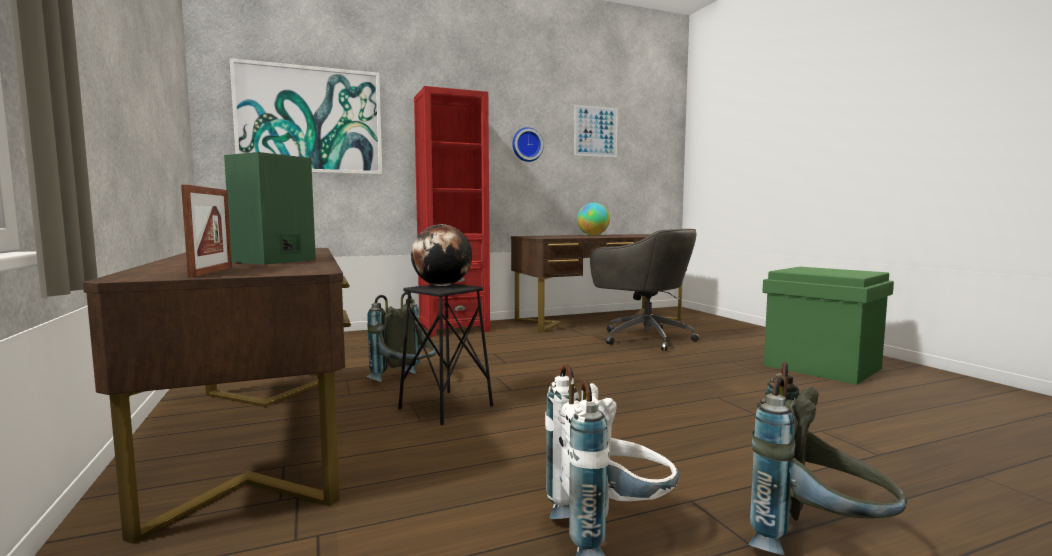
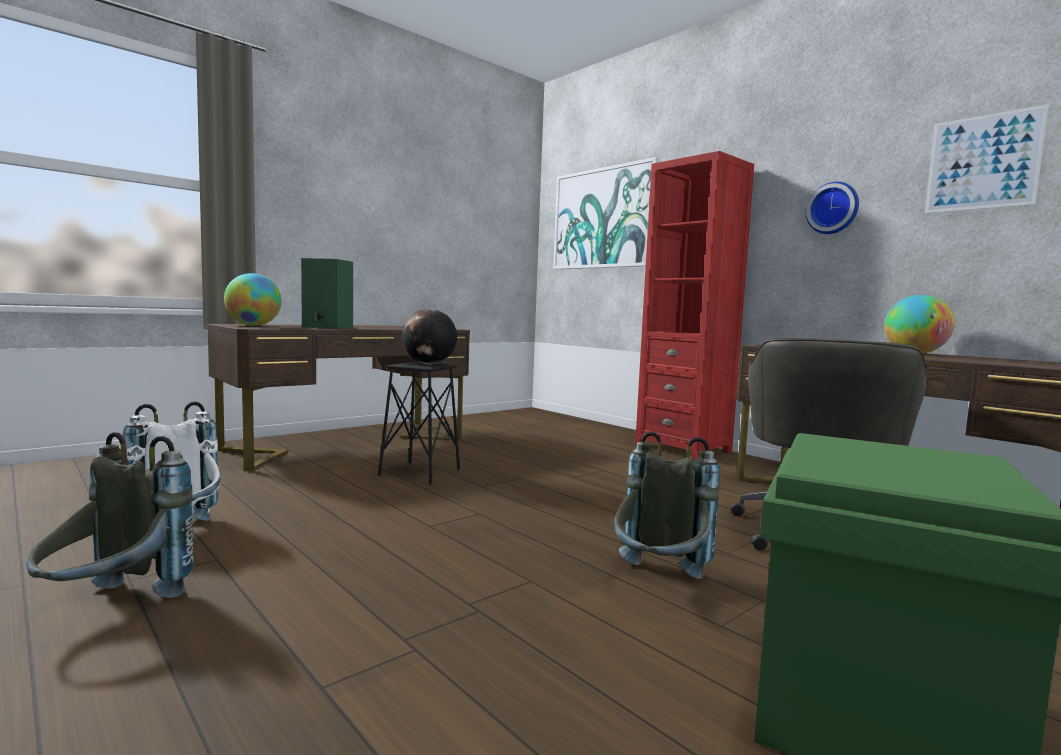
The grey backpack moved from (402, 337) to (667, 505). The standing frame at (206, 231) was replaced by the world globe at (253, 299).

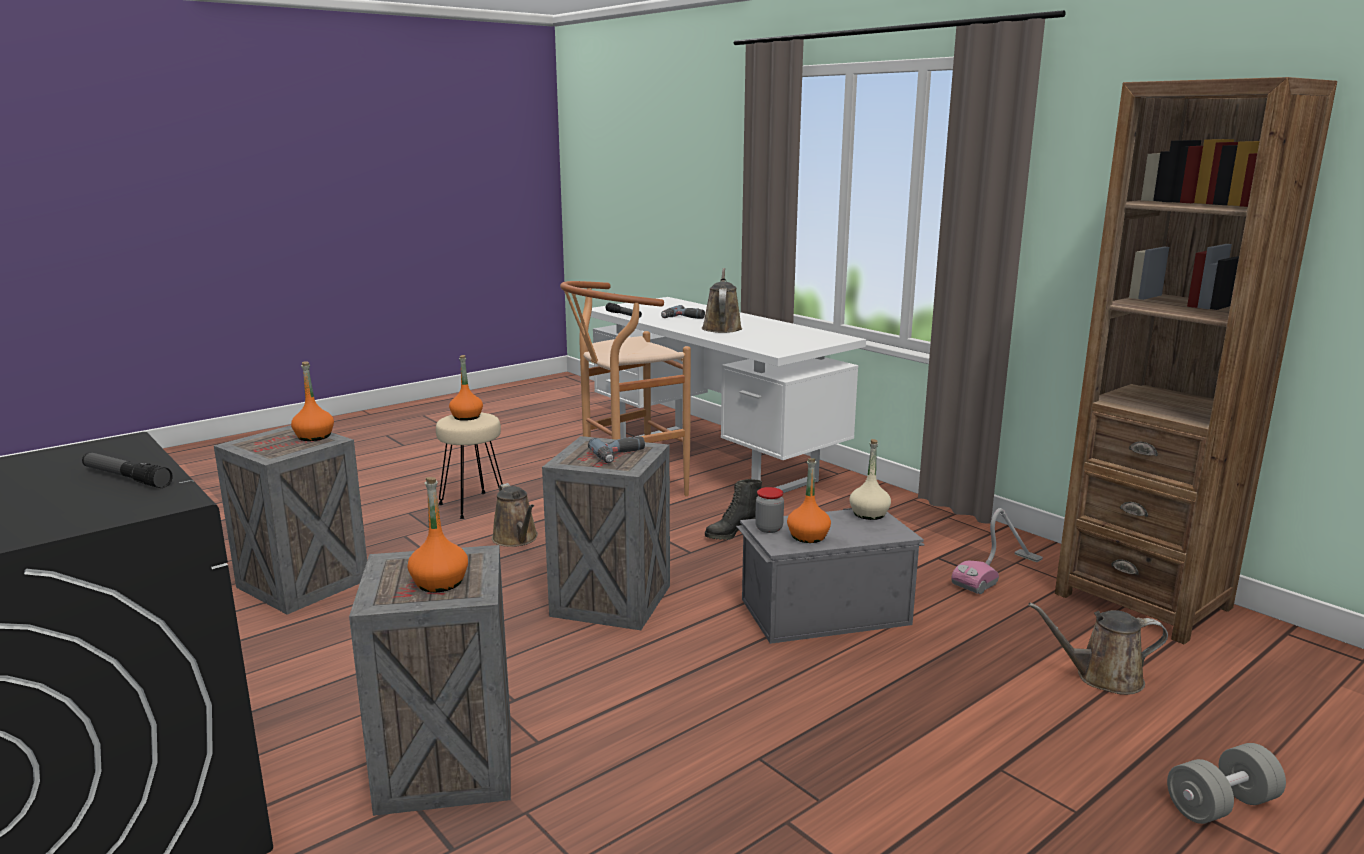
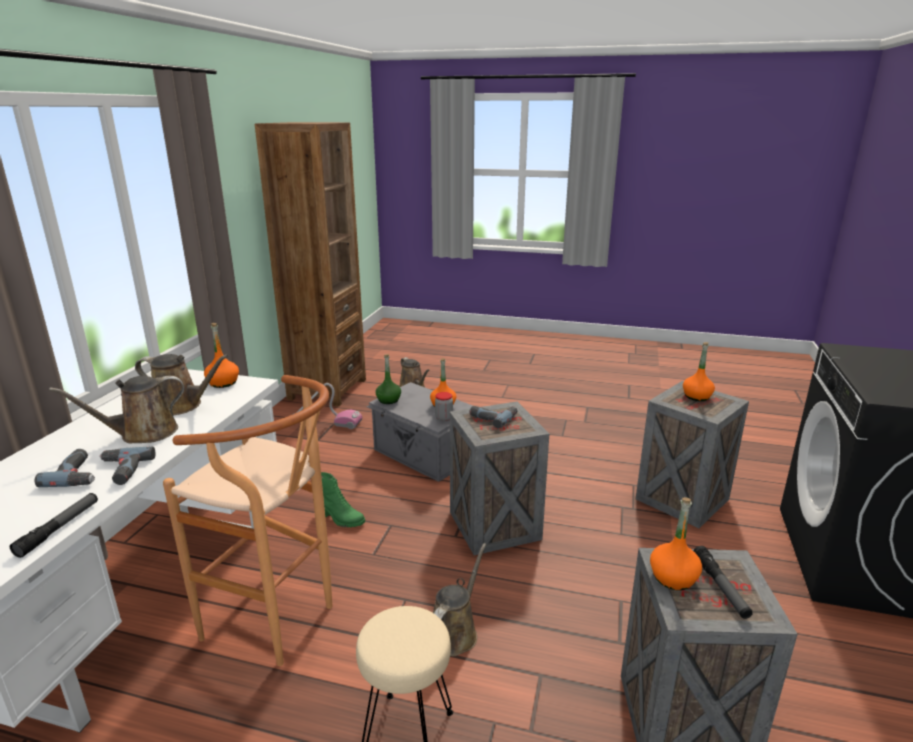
The grey hand weight at (1226, 783) disappeared. The drill at (127, 465) appeared. The brown sprinkling can at (182, 384) appeared. The hand torch moved from (127, 470) to (723, 582). The orangey bottle moved from (466, 388) to (221, 355). The black-coloured tall boot at (733, 509) became the green-coloured tall boot at (343, 499). The beige-coloured bottle at (870, 479) became the green-coloured bottle at (388, 379).

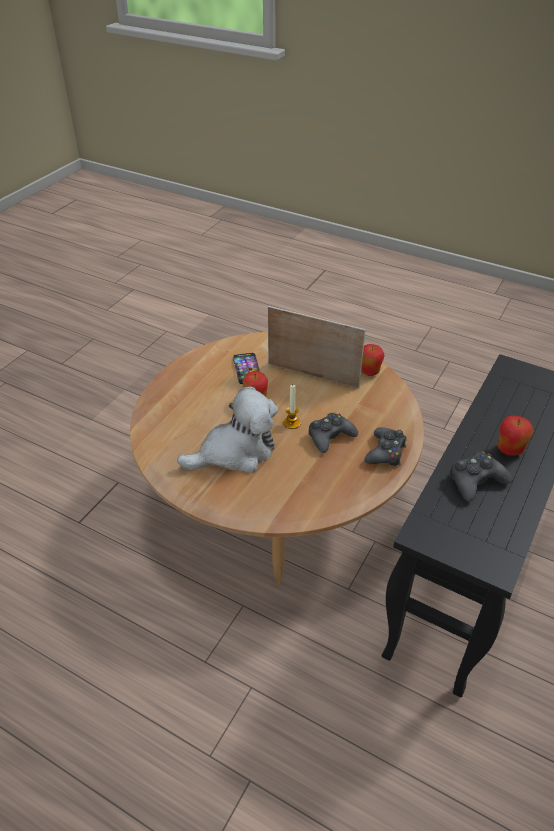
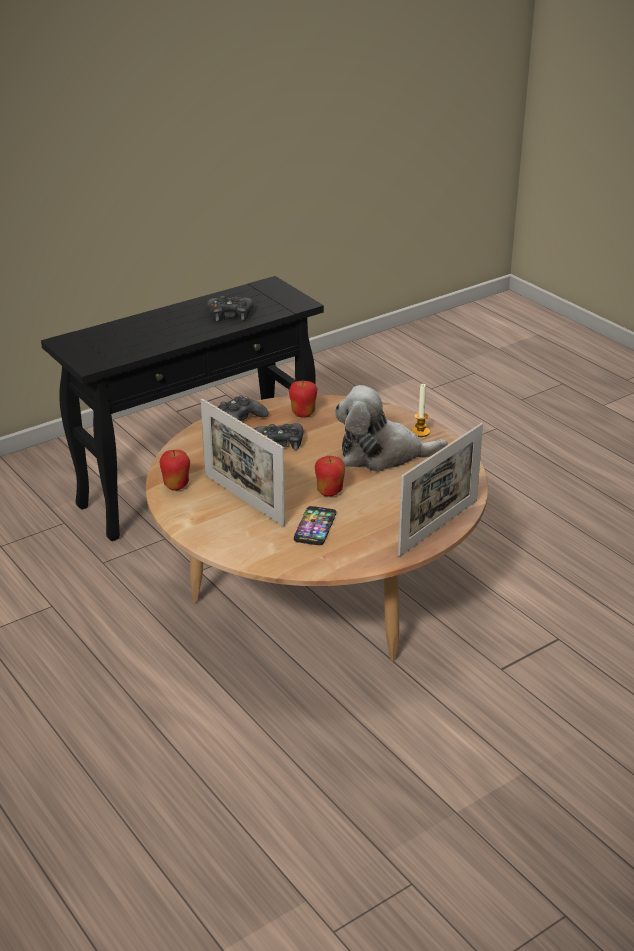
The standing frame at (440, 490) appeared. The candle moved from (292, 407) to (420, 410). The apple fruit moved from (516, 436) to (303, 399).

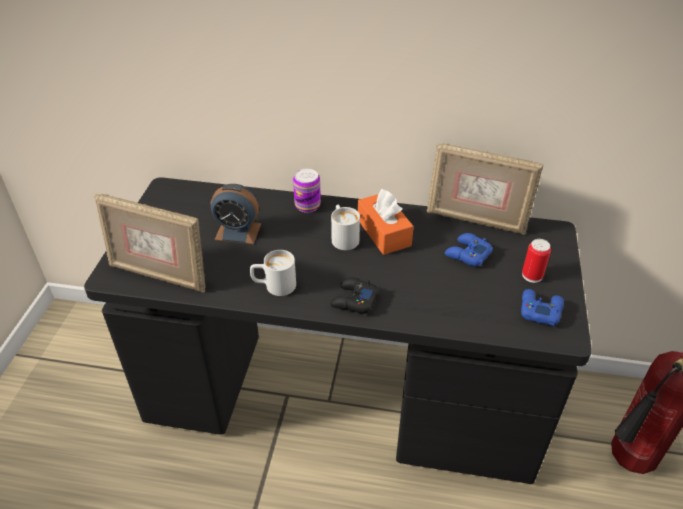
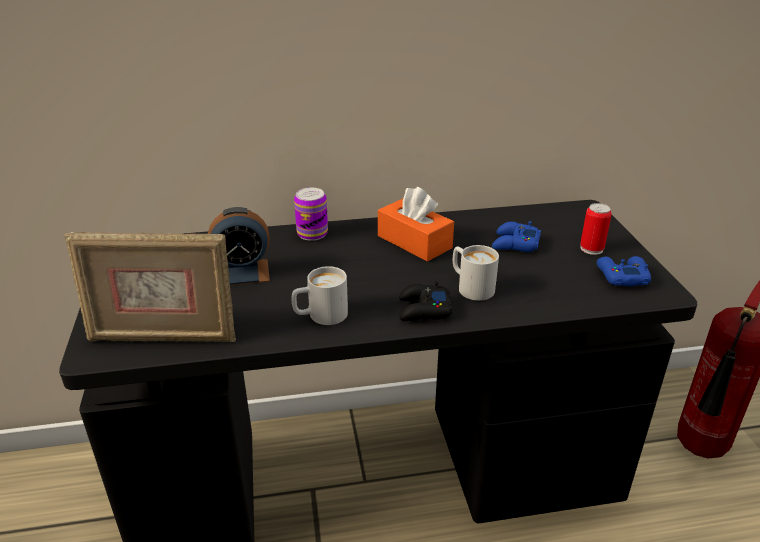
The standing frame at (485, 189) disappeared. The white-coloured mug moved from (345, 227) to (476, 273).

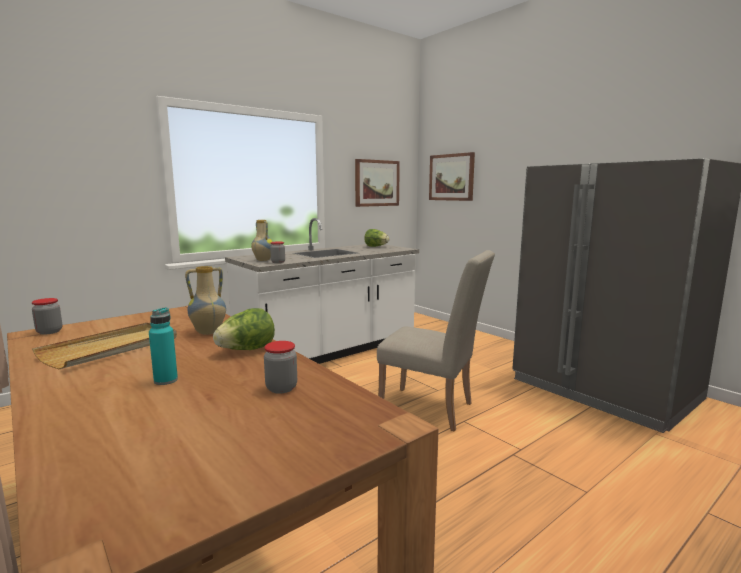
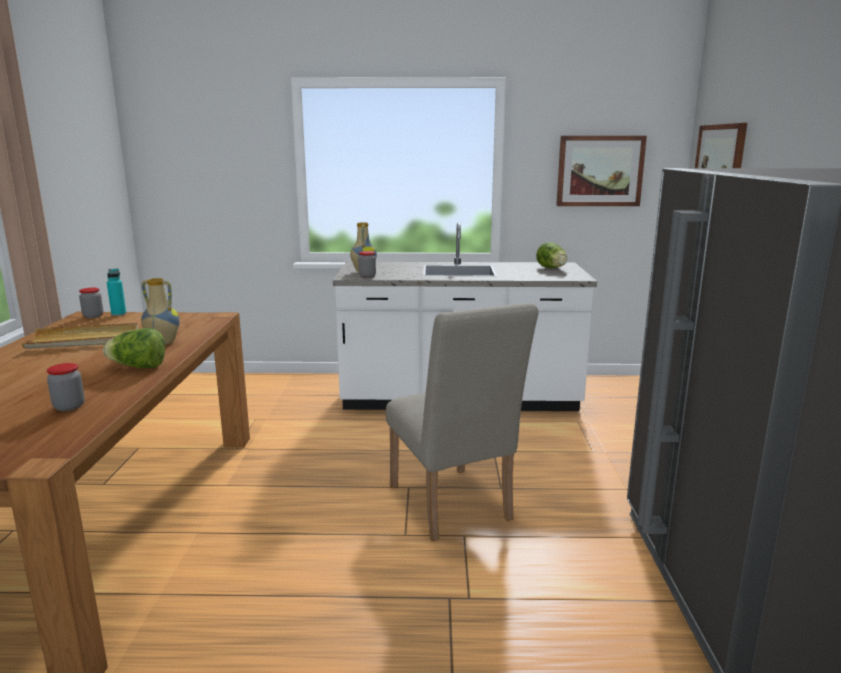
The blue-green bottle moved from (163, 346) to (116, 292).

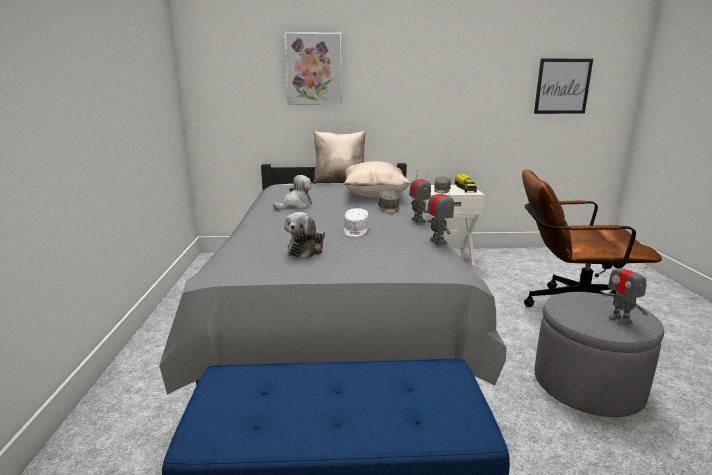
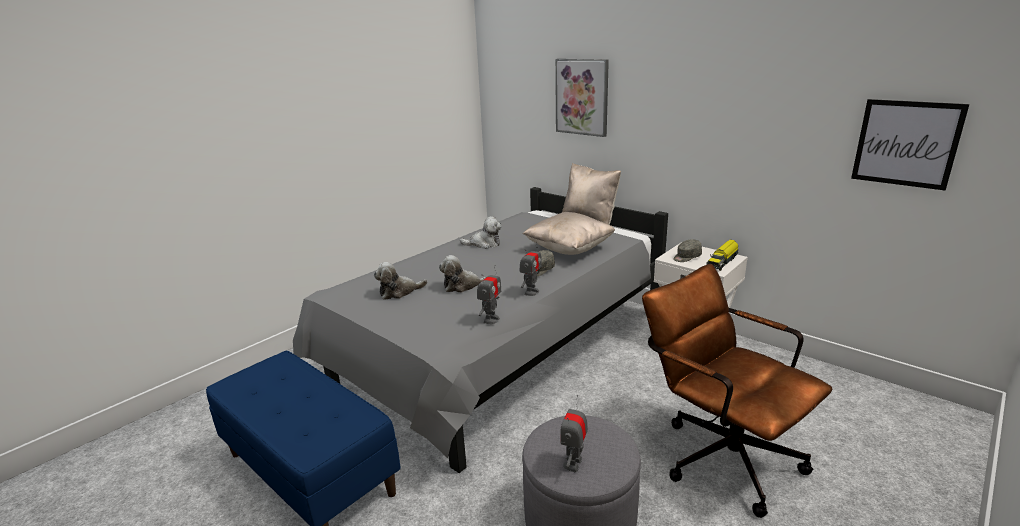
The white-coloured peaked cap at (356, 222) was replaced by the plush toy at (462, 273).

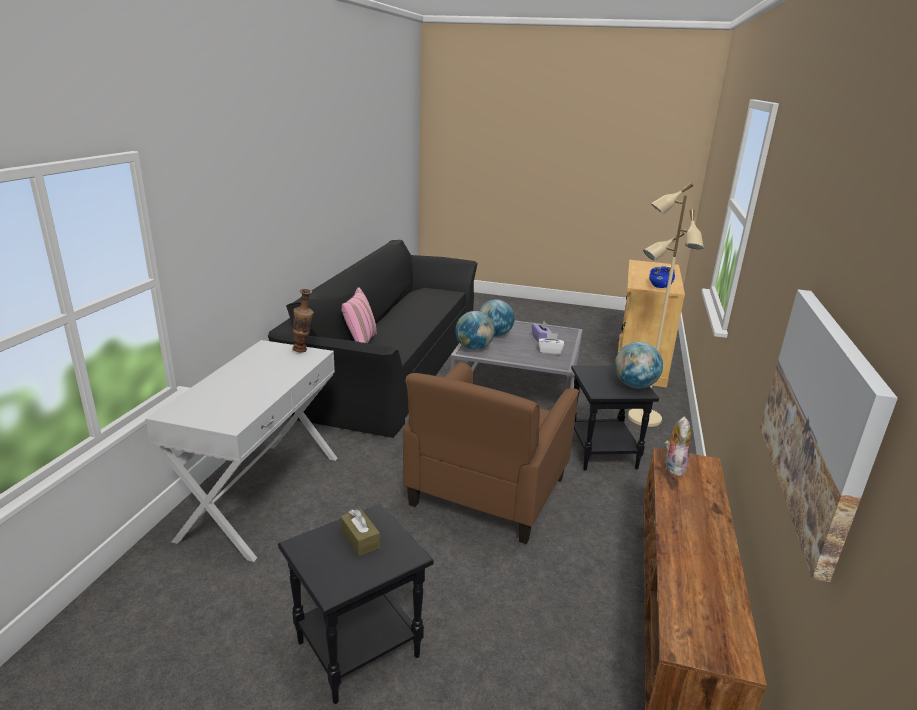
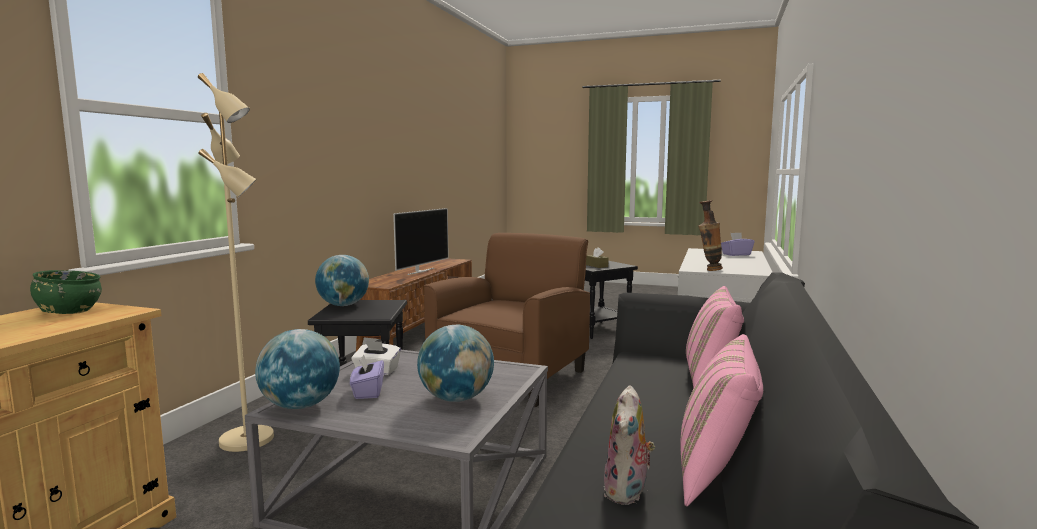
The wall art at (829, 436) disappeared. The television at (421, 241) appeared. The pinkish throw pillow at (722, 420) appeared. The purplish tissue box at (737, 244) appeared. The world globe moved from (475, 330) to (297, 369). The plush toy moved from (678, 446) to (629, 445). The blue-coloured deep dish at (662, 277) became the green-coloured deep dish at (66, 292).

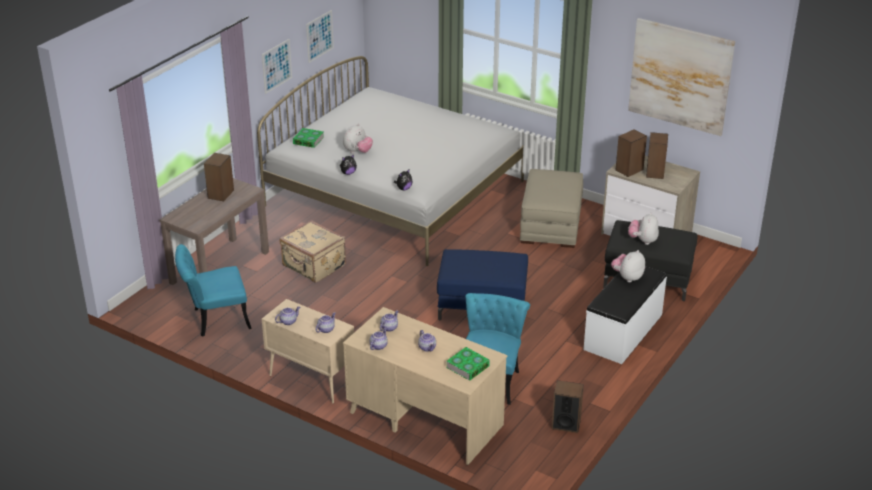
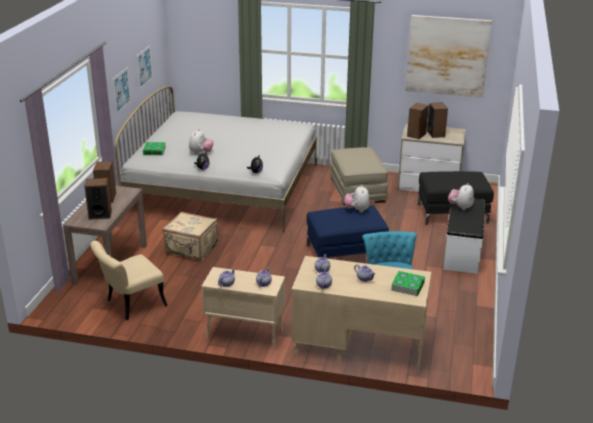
The loudspeaker moved from (568, 406) to (98, 199). The plush toy moved from (643, 228) to (357, 198). The blue-green chair at (213, 290) became the beige-coloured chair at (129, 280).

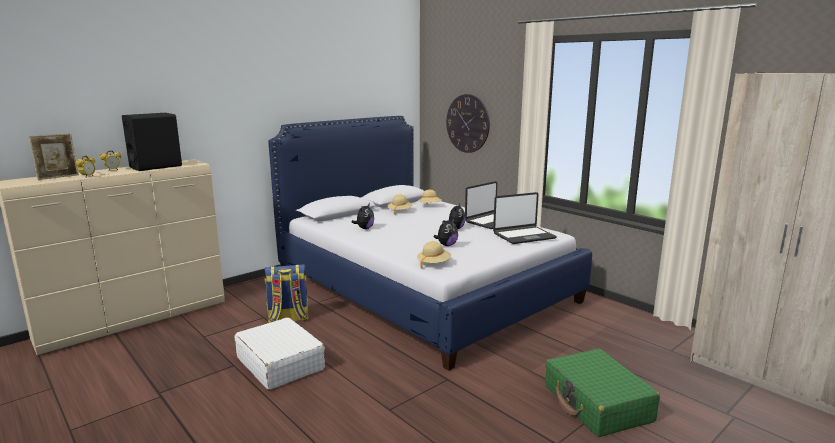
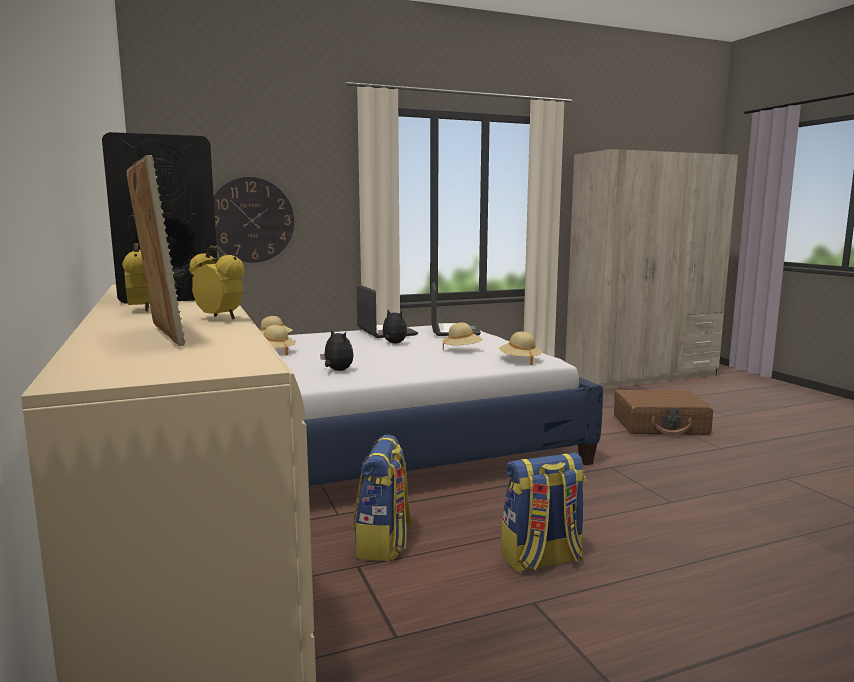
The white-coloured piece of luggage at (280, 353) was replaced by the backpack at (543, 513). The plush toy at (446, 231) was replaced by the beige-coloured clothing hat at (462, 336). The green-coloured piece of luggage at (602, 393) became the brown piece of luggage at (663, 413).

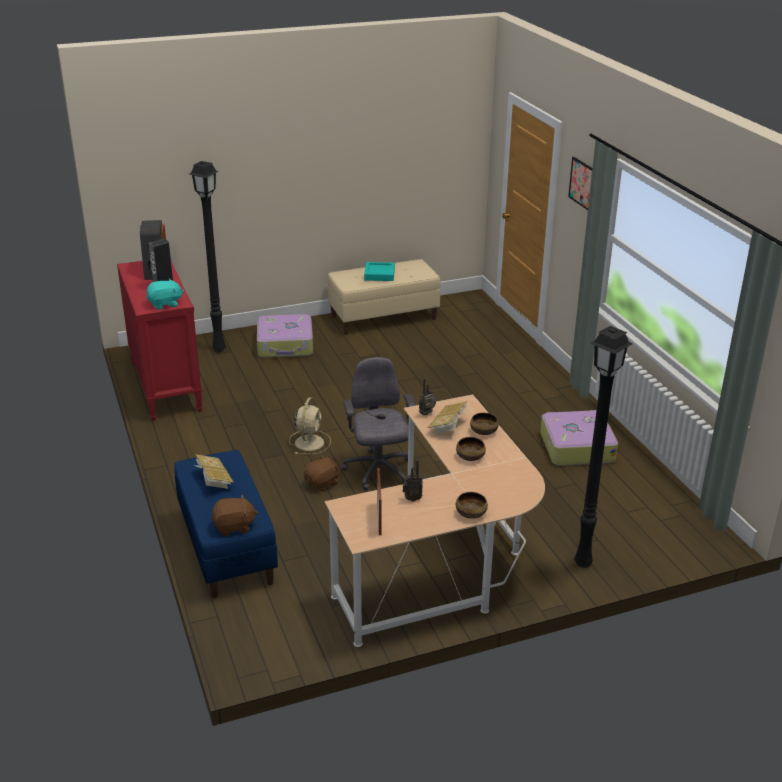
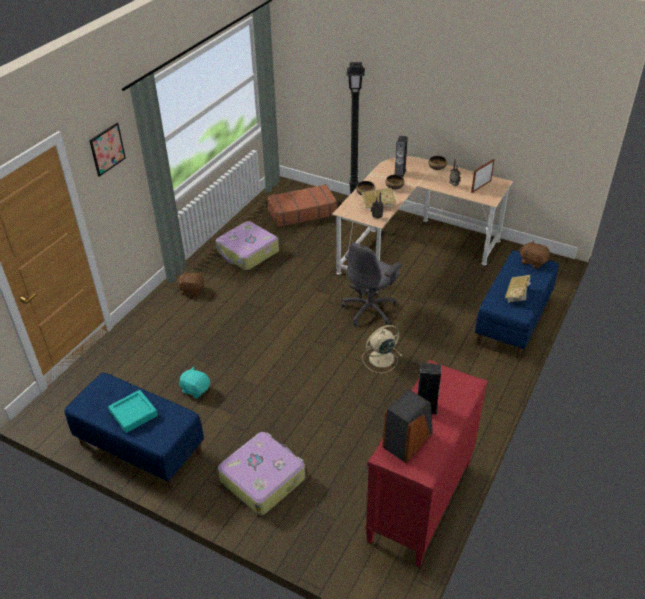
The black-coloured standard lamp at (207, 256) disappeared. The brown piece of luggage at (302, 205) appeared. The loudspeaker at (401, 156) appeared. The blue-green plush toy moved from (165, 294) to (194, 382). The brown plush toy moved from (322, 474) to (190, 283). The beige-coloured long seat at (384, 297) became the blue-coloured long seat at (134, 430).

